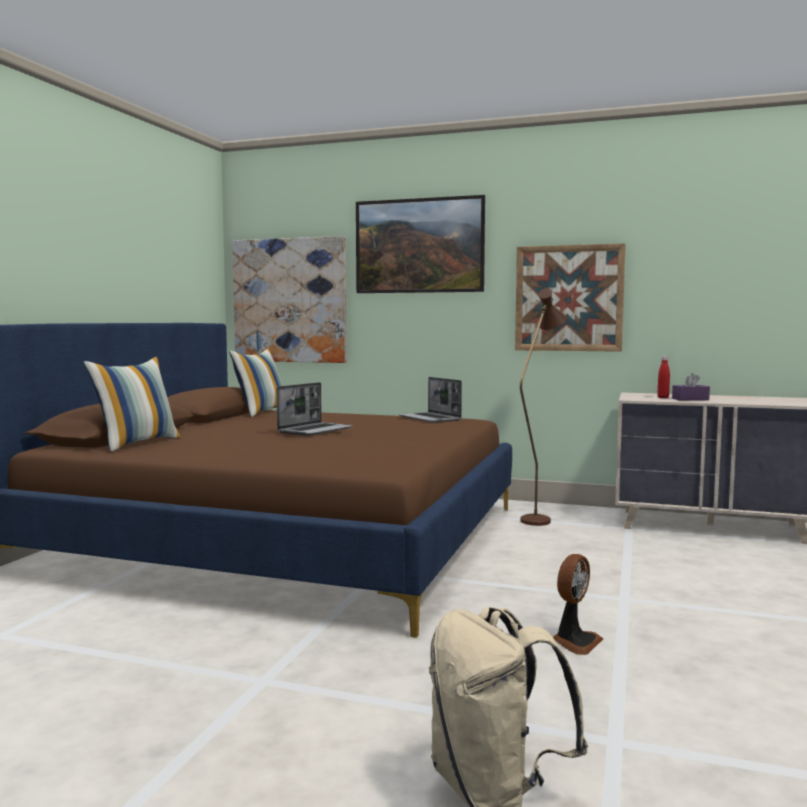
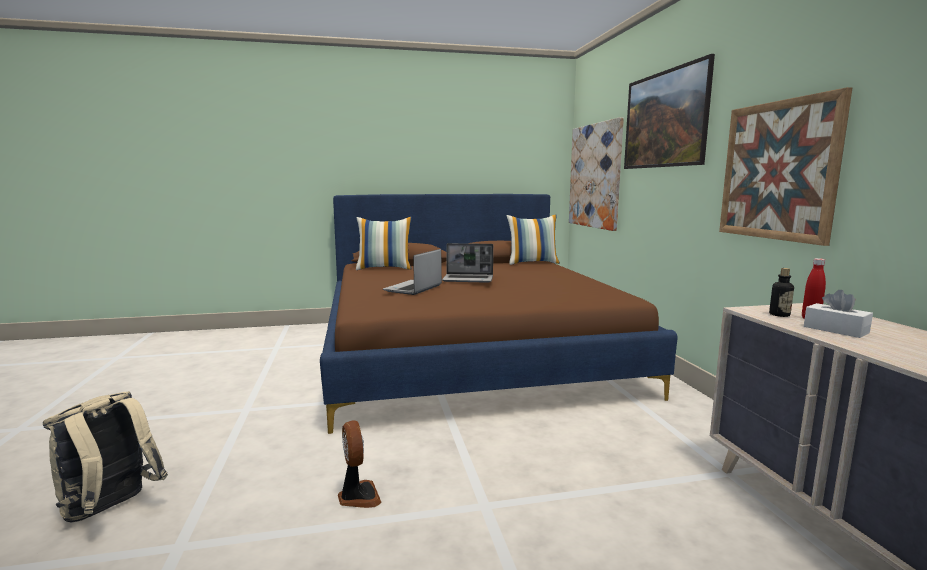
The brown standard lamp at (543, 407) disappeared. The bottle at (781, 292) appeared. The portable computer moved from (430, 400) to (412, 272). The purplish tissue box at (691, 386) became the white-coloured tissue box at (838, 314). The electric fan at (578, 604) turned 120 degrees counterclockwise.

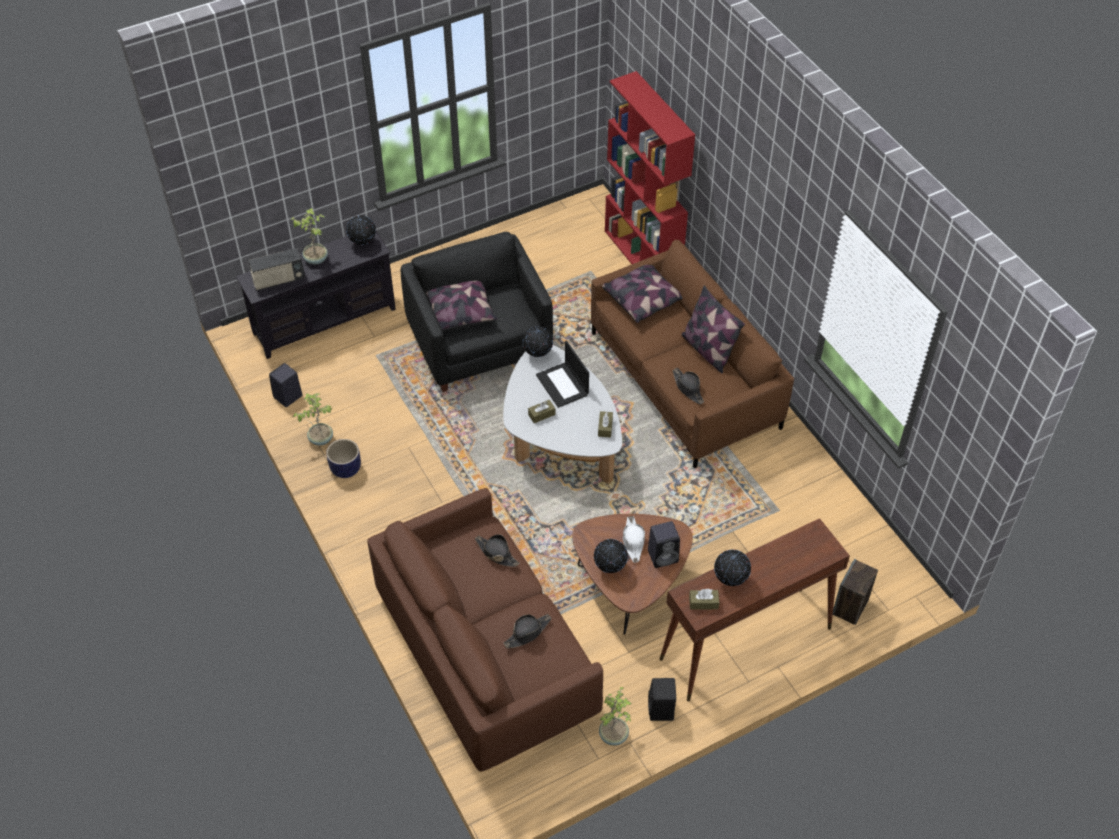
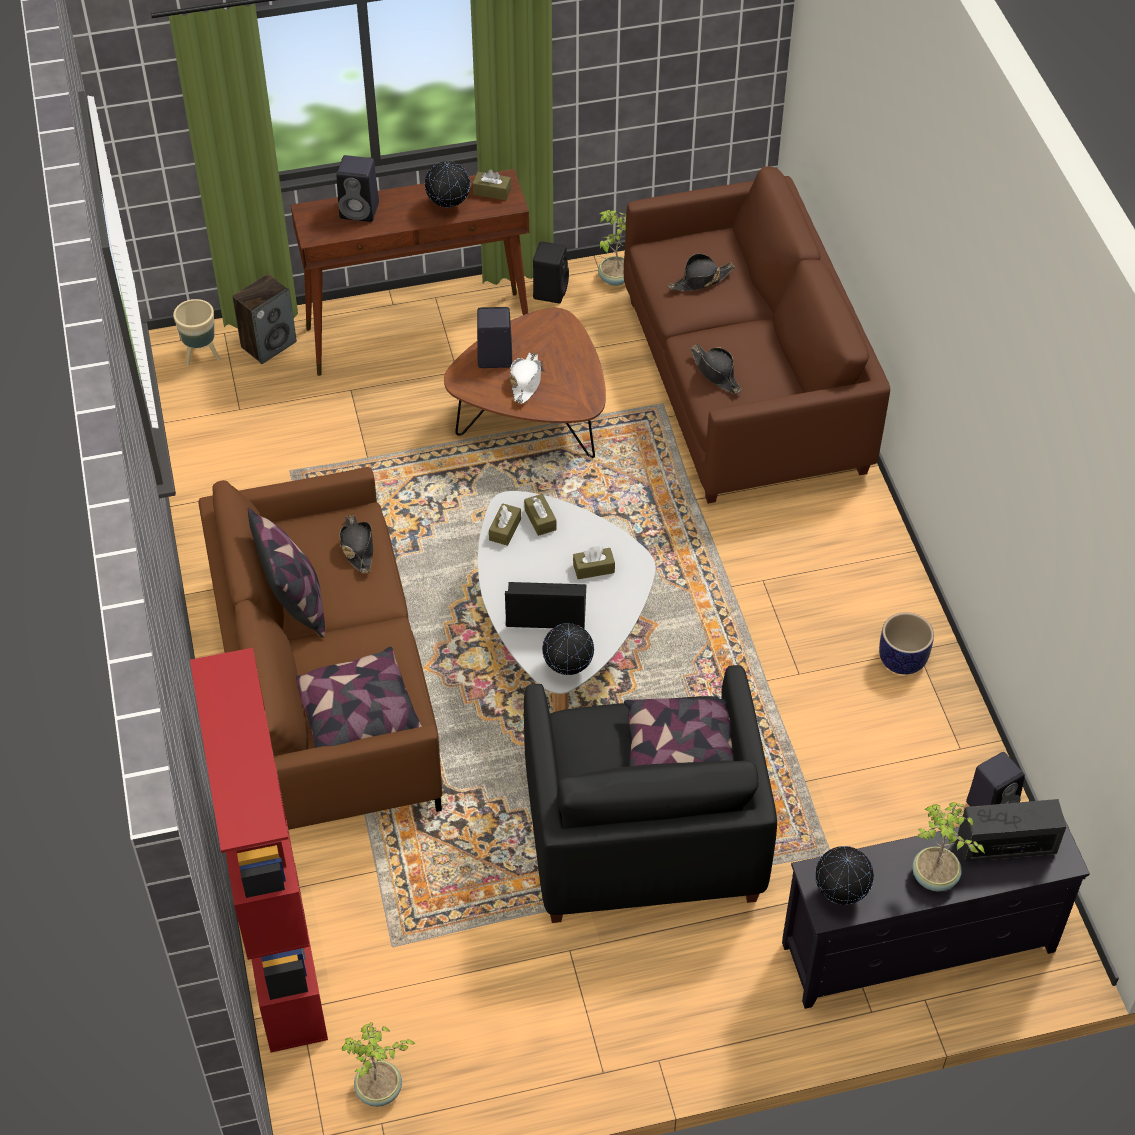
The world globe at (610, 556) disappeared. The beige-coloured planter at (196, 332) appeared. The black-coloured loudspeaker at (358, 188) appeared. The brown tissue box at (540, 515) appeared. The potted plant moved from (313, 419) to (378, 1064). The portable computer at (562, 374) turned 75 degrees counterclockwise.

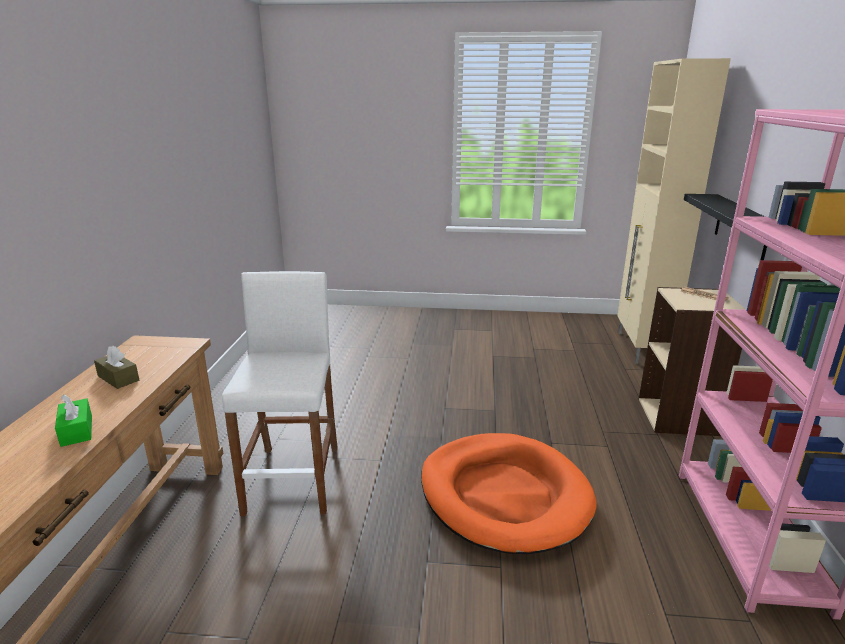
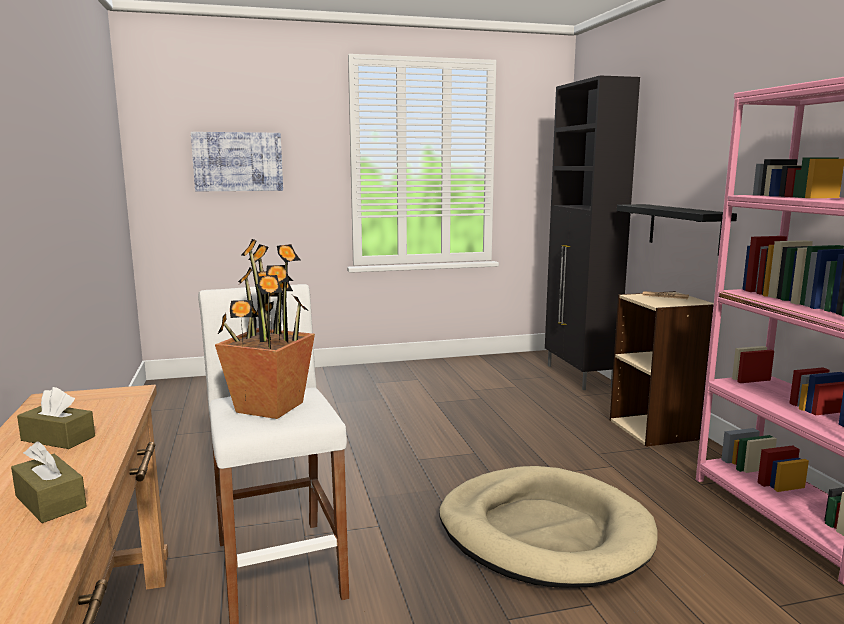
The wall art at (237, 161) appeared. The potted plant at (265, 329) appeared. The green-coloured tissue box at (73, 420) became the brown tissue box at (48, 482). The orangey dog bed at (509, 493) became the beige-coloured dog bed at (548, 527). The beige-coloured cabinet at (674, 211) became the black-coloured cabinet at (592, 232).

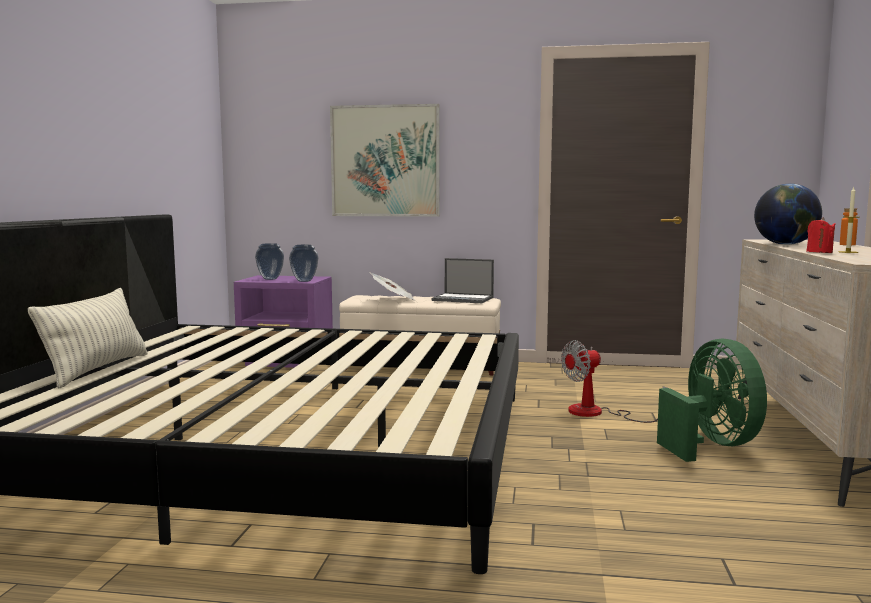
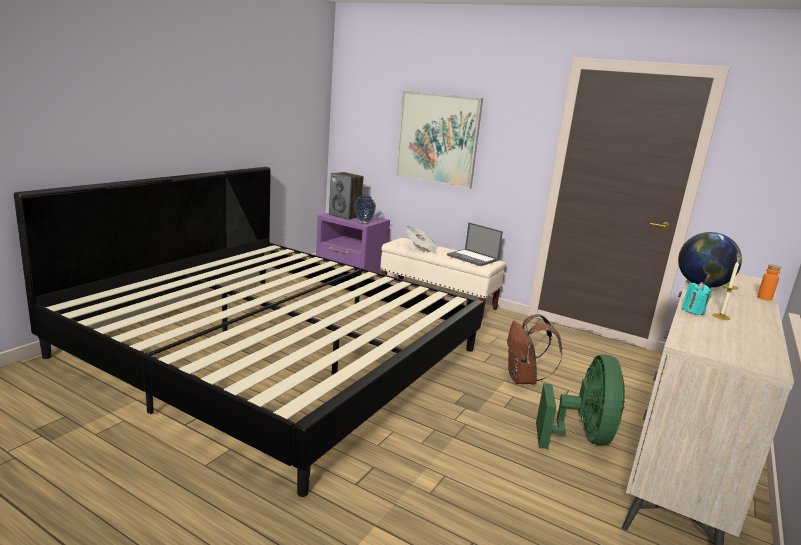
The throw pillow at (88, 338) disappeared. The flower vase at (269, 261) was replaced by the loudspeaker at (346, 196). The electric fan at (614, 381) was replaced by the brown backpack at (534, 349). The reddish candle at (821, 235) became the blue-green candle at (697, 298).

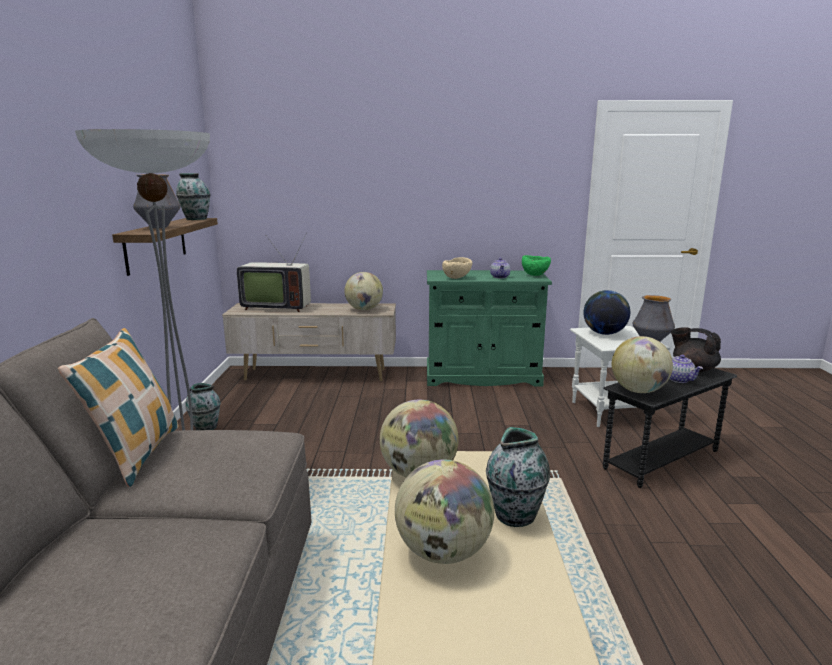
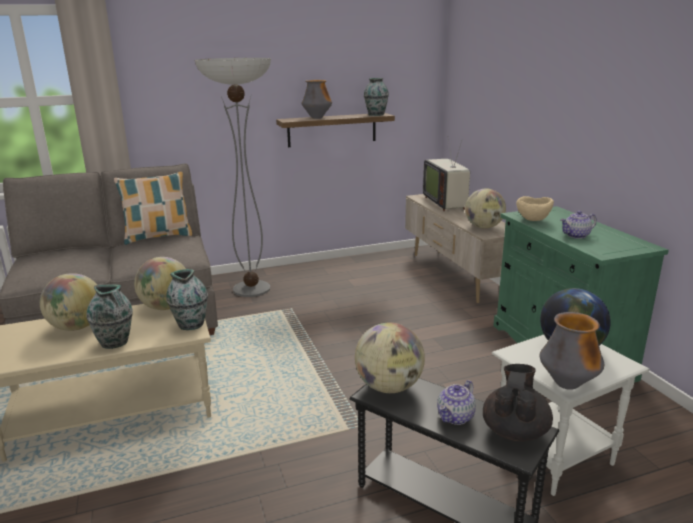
The green-coloured deep dish at (536, 265) disappeared. The flower vase moved from (203, 406) to (187, 299).

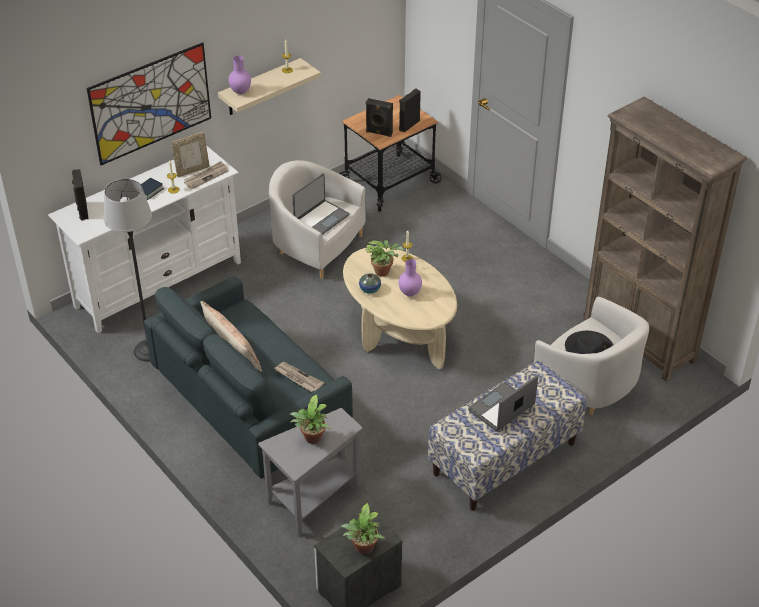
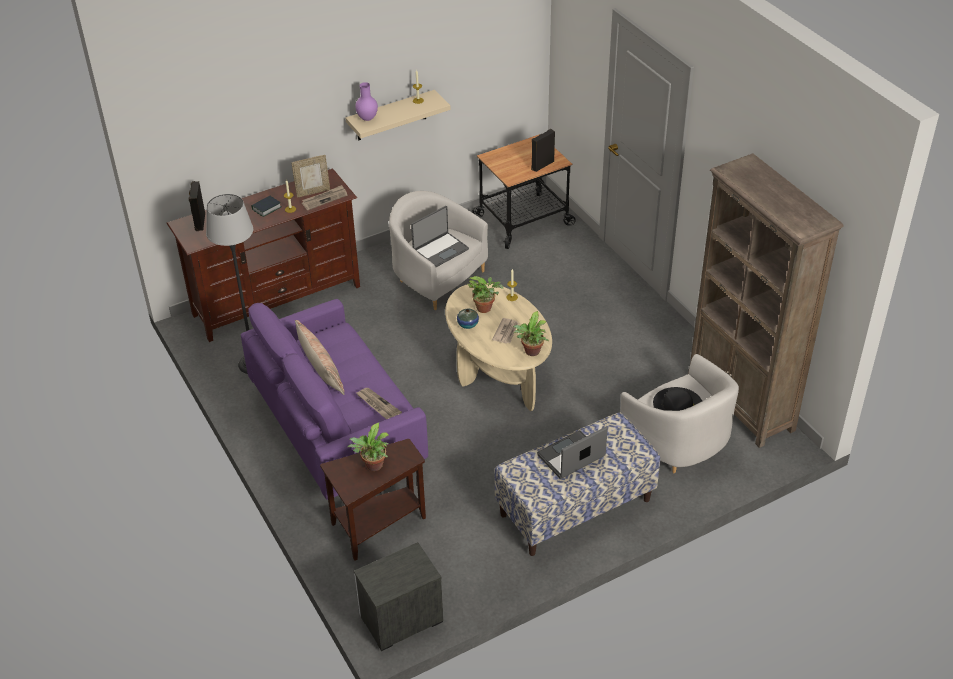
The wall art at (149, 103) disappeared. The black-coloured loudspeaker at (379, 117) disappeared. The potted plant moved from (363, 528) to (531, 333). The purplish flower vase at (410, 277) was replaced by the printed paper at (505, 331). The white-coloured tv unit at (144, 239) became the brown tv unit at (263, 255). The grey sofa at (248, 377) became the purplish sofa at (334, 399). The grey side table at (310, 472) became the brown side table at (373, 500).

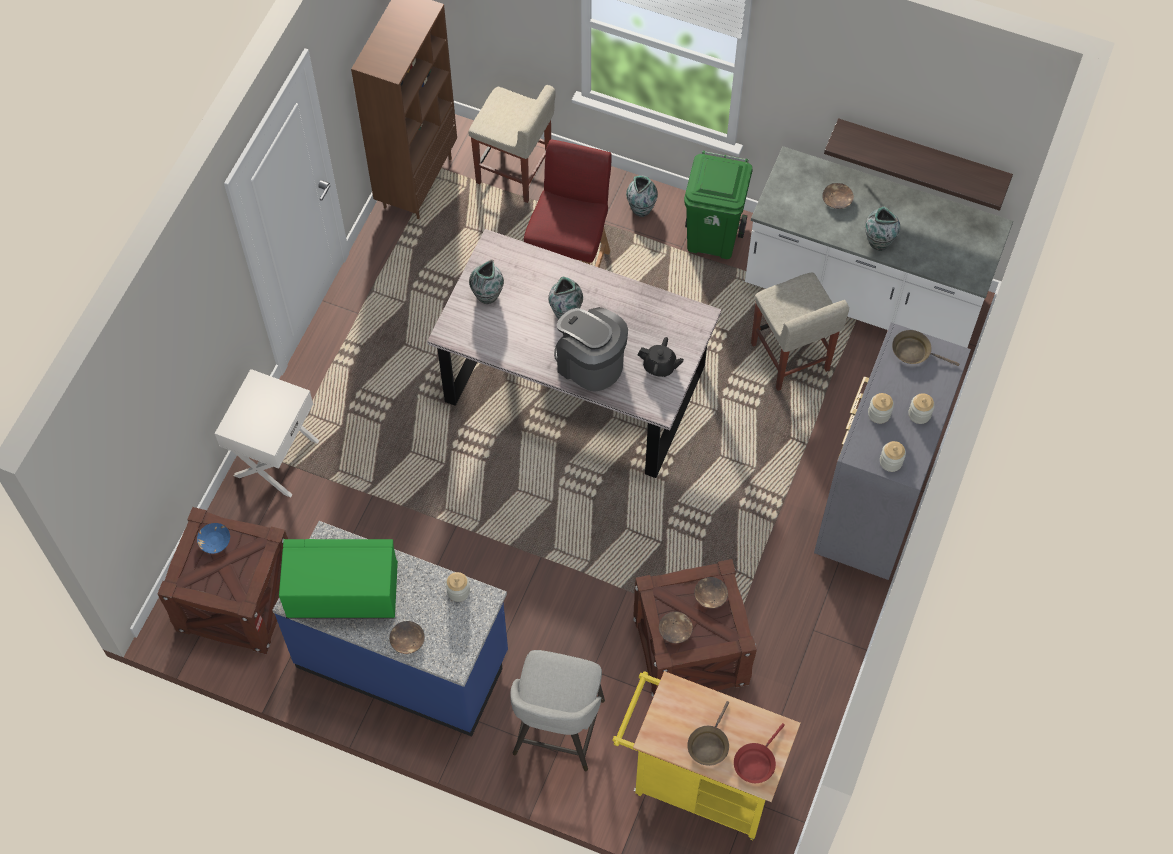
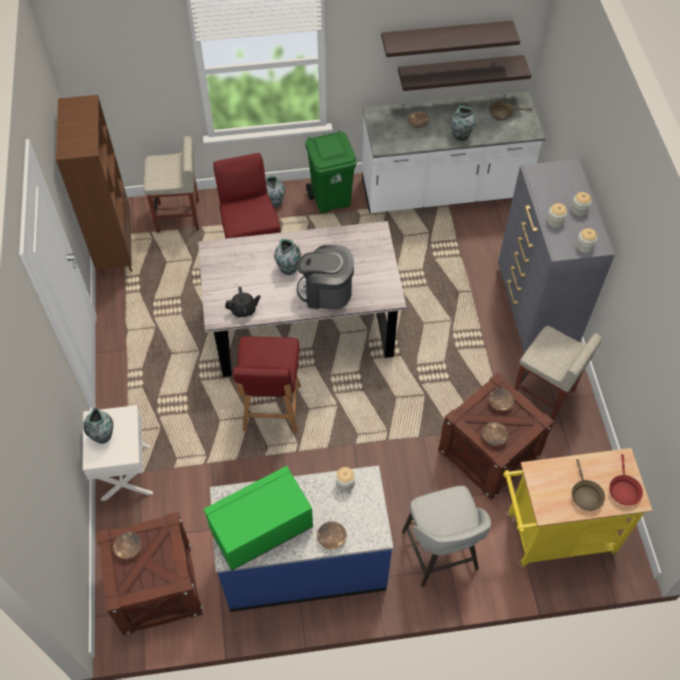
The reddish chair at (267, 384) appeared. The shelf at (450, 38) appeared. The flower vase moved from (486, 281) to (98, 425). The black-coloured tea pot moved from (661, 357) to (242, 302). The beige-coloured stool seat moved from (800, 332) to (558, 373). The brown frying pan moved from (926, 348) to (510, 111). The blue-coloured deep dish at (213, 538) became the brown deep dish at (127, 545).

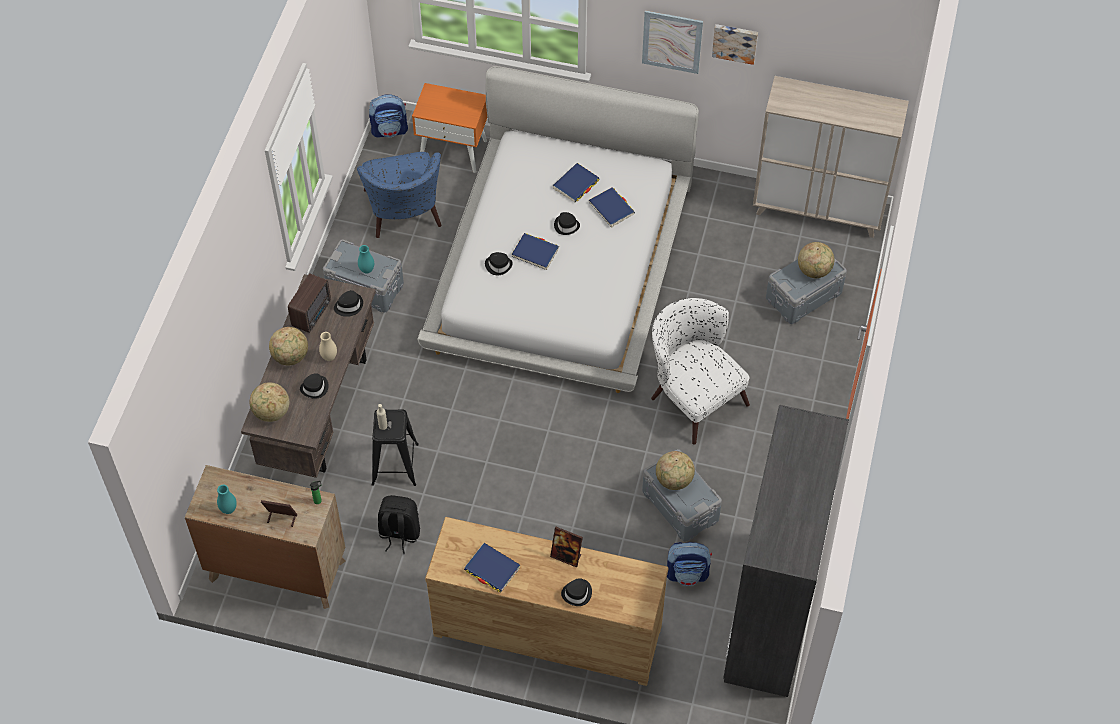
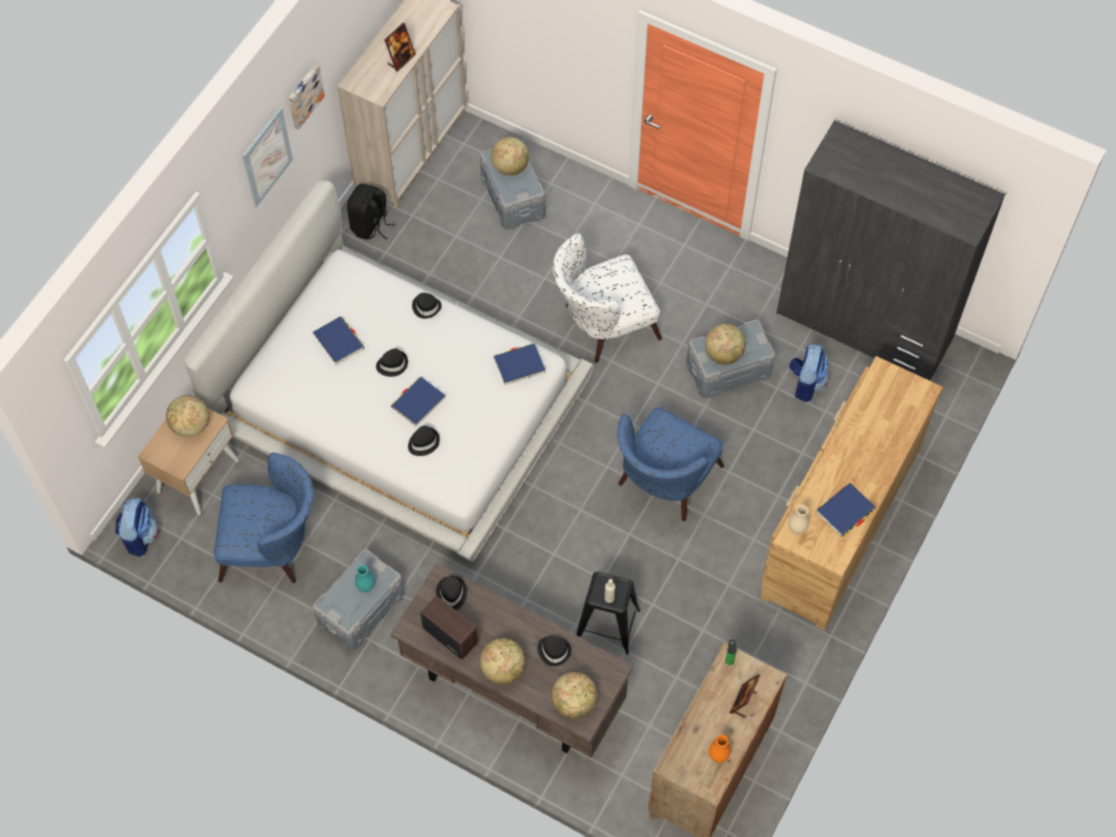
The world globe at (187, 416) appeared. The blue-coloured lounge chair at (670, 464) appeared. The beige-coloured flower vase moved from (328, 346) to (799, 519). The black-coloured backpack moved from (399, 524) to (371, 211). The standing frame moved from (566, 547) to (400, 47). The black-coloured clothing hat moved from (576, 592) to (427, 306). The blue-coloured volume moved from (612, 208) to (520, 364). The blue-green flower vase at (227, 499) became the orangey flower vase at (720, 749). The orangey bedside table at (449, 128) became the beige-coloured bedside table at (188, 461).

